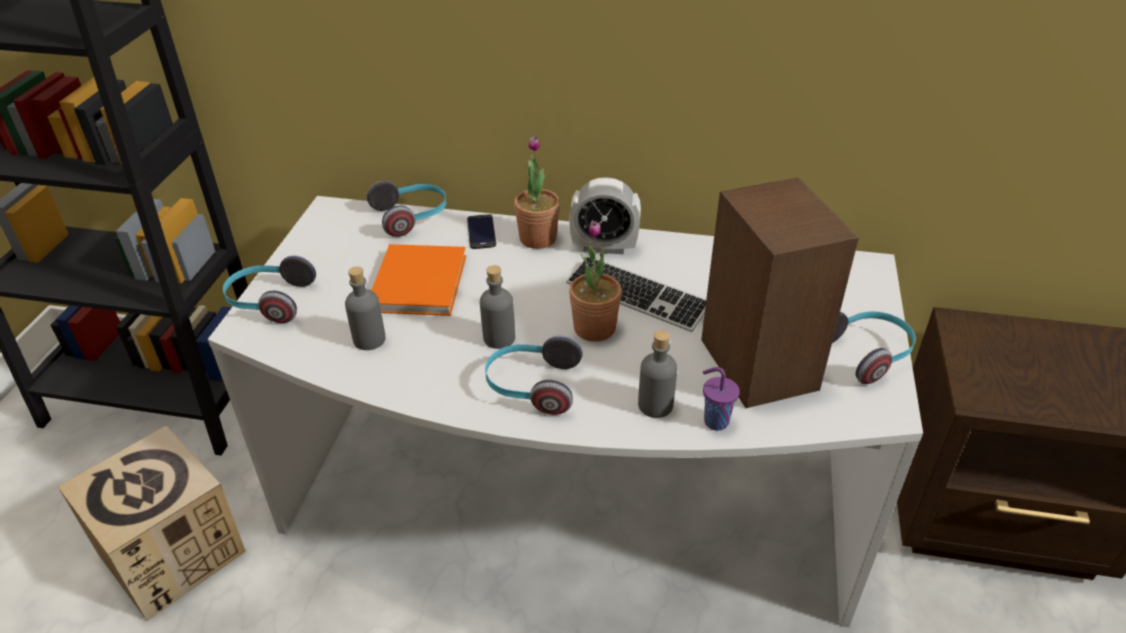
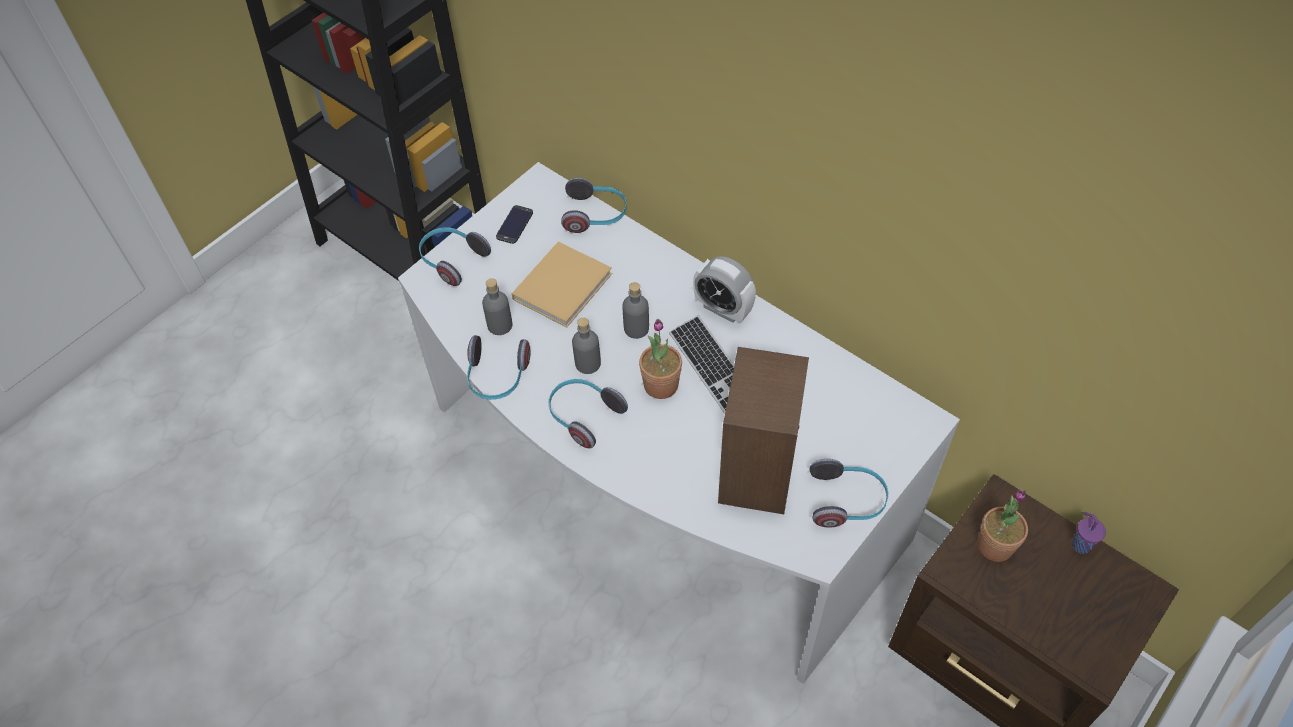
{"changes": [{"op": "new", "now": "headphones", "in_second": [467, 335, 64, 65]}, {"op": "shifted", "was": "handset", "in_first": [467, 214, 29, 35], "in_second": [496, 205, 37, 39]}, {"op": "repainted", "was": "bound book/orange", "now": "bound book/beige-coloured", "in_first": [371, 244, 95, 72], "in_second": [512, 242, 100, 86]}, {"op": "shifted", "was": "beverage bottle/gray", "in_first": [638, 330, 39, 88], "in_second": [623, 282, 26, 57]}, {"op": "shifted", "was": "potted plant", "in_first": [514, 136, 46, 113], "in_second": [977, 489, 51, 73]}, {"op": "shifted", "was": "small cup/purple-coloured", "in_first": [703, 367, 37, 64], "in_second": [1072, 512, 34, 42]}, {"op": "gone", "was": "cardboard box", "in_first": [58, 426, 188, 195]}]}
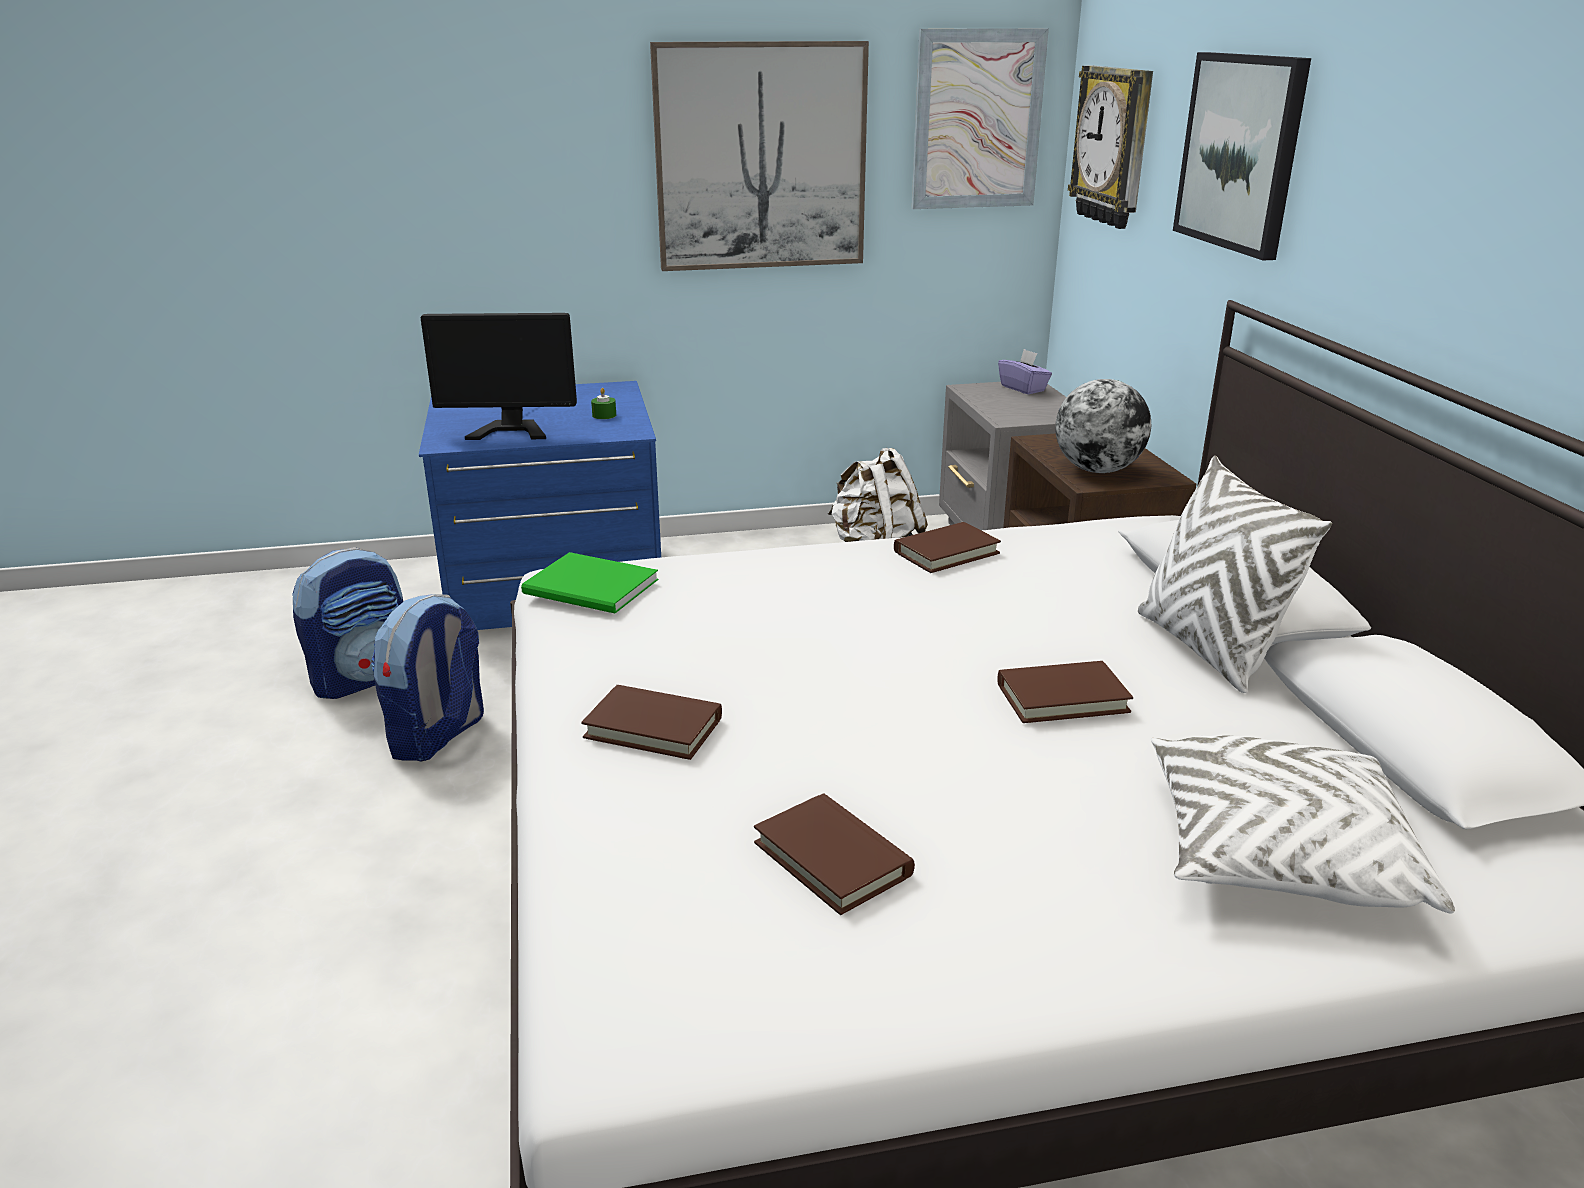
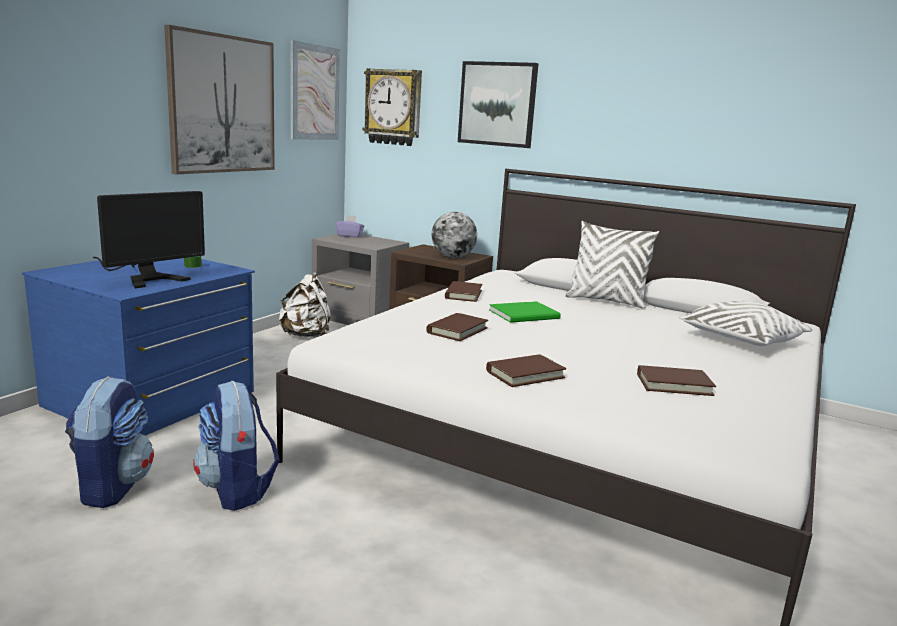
{"changes": [{"op": "shifted", "was": "bound book/brownish", "in_first": [998, 661, 135, 62], "in_second": [426, 313, 62, 28]}, {"op": "shifted", "was": "bound book/greenish", "in_first": [521, 552, 137, 61], "in_second": [489, 301, 72, 22]}]}
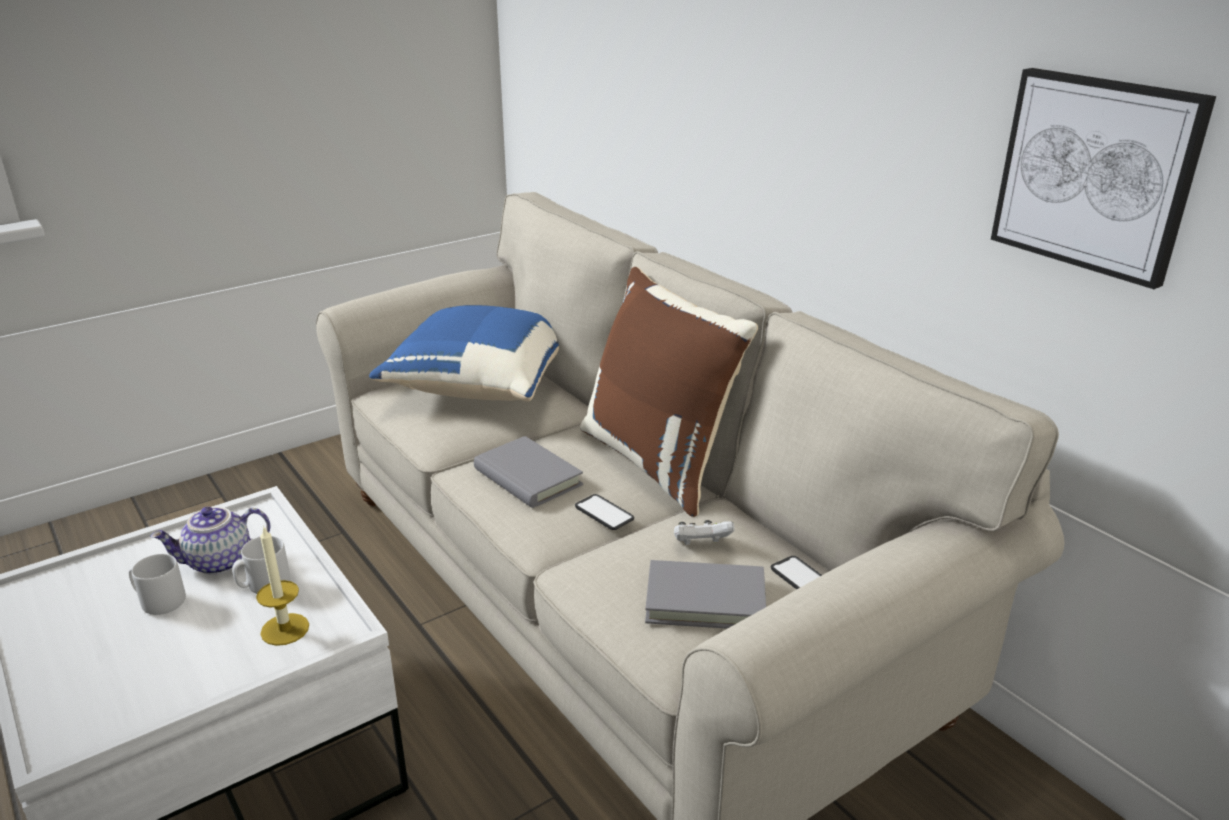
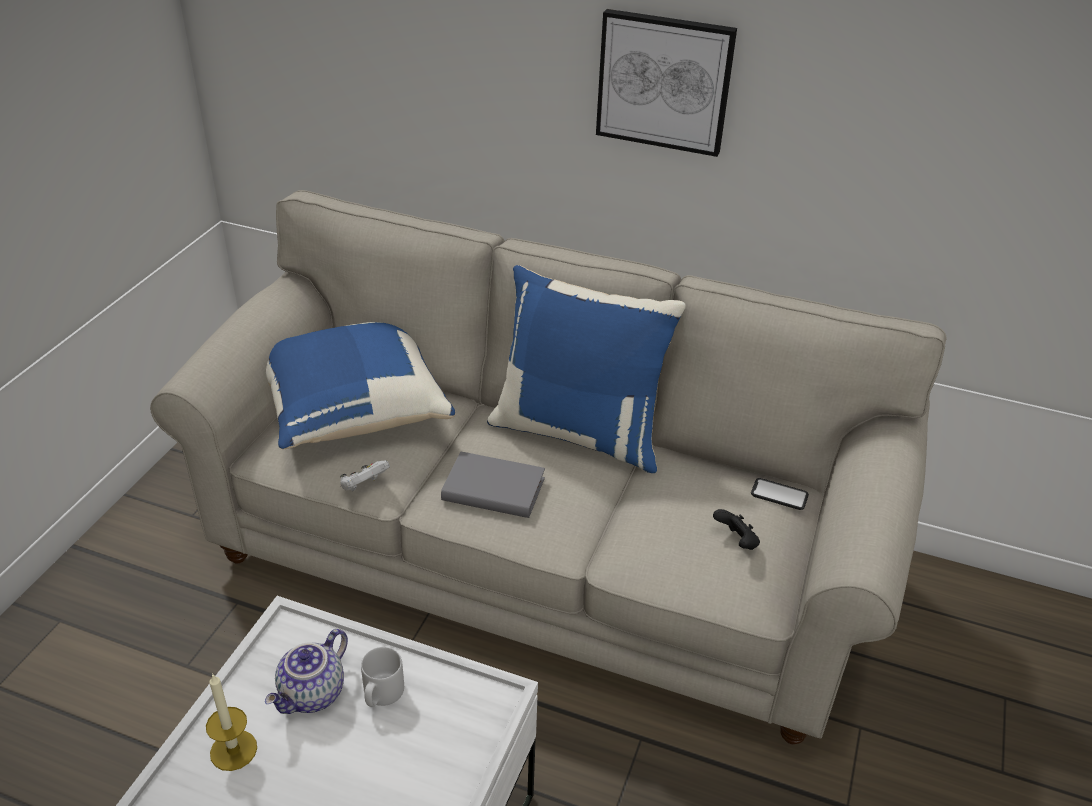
{"changes": [{"op": "shifted", "was": "wax light", "in_first": [256, 525, 53, 121], "in_second": [206, 673, 51, 98]}, {"op": "shifted", "was": "gamepad/whitish", "in_first": [674, 520, 61, 25], "in_second": [340, 460, 50, 32]}, {"op": "repainted", "was": "pillow/brownish", "now": "pillow/blue", "in_first": [580, 267, 178, 250], "in_second": [487, 265, 199, 208]}, {"op": "shifted", "was": "picture", "in_first": [991, 68, 225, 221], "in_second": [596, 9, 141, 148]}, {"op": "swapped", "was": "bound book/gray", "now": "gamepad/black", "in_first": [645, 560, 121, 69], "in_second": [713, 509, 47, 41]}, {"op": "gone", "was": "tea mug/gray", "in_first": [129, 554, 57, 61]}, {"op": "gone", "was": "handset", "in_first": [575, 494, 59, 36]}]}
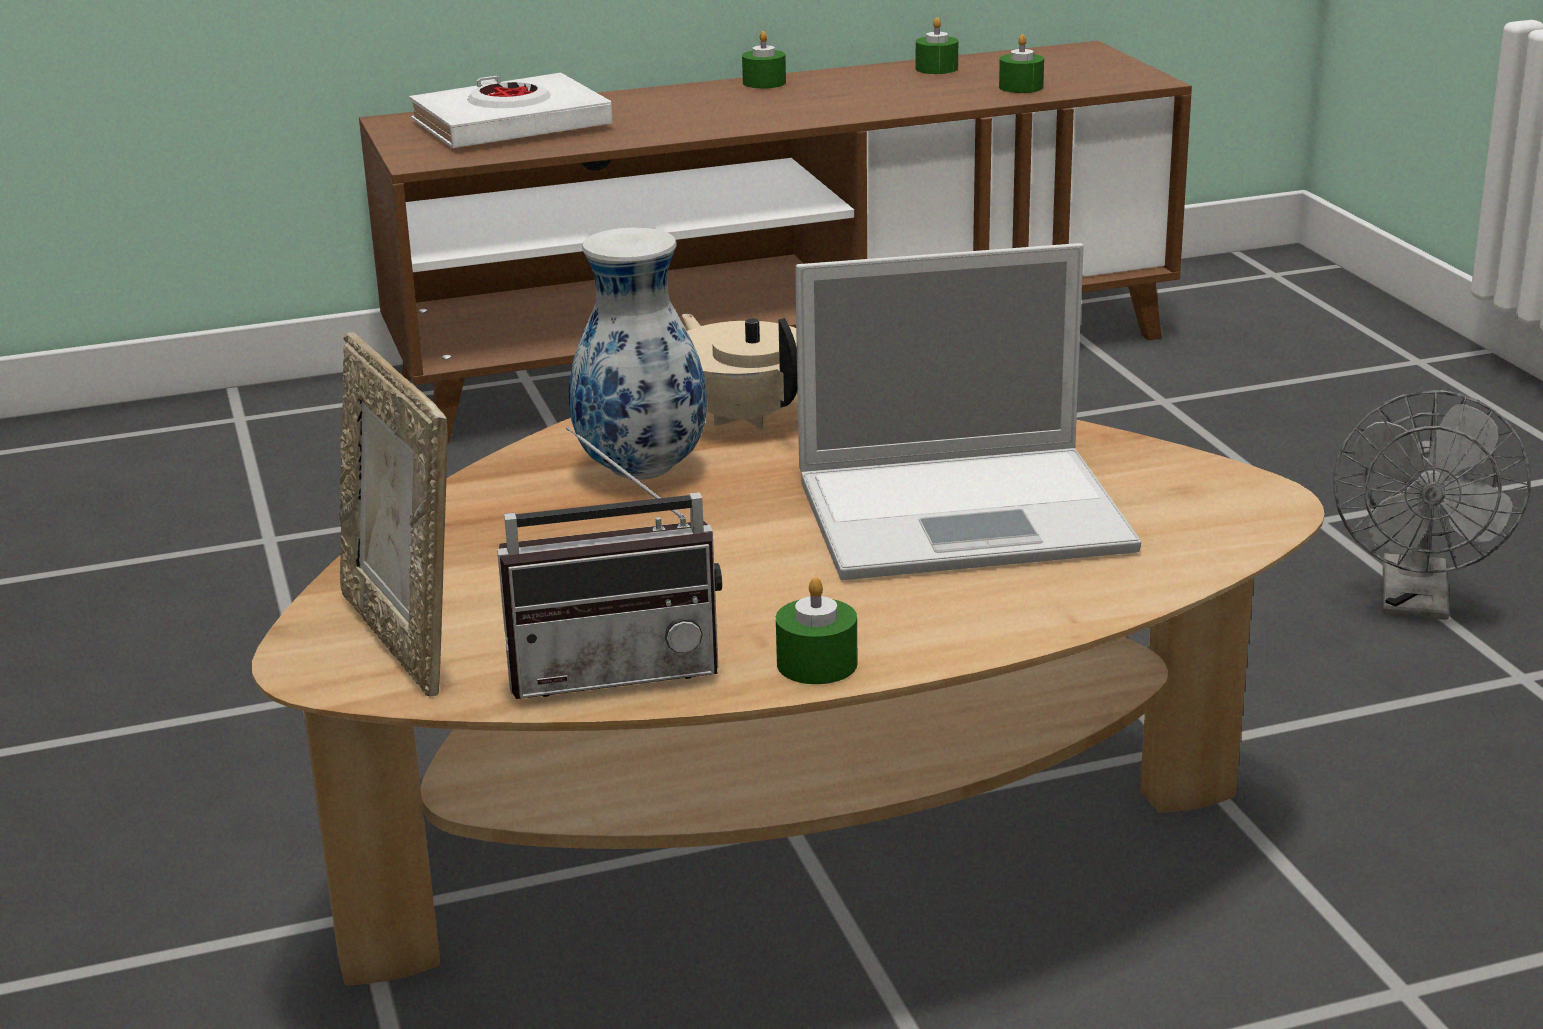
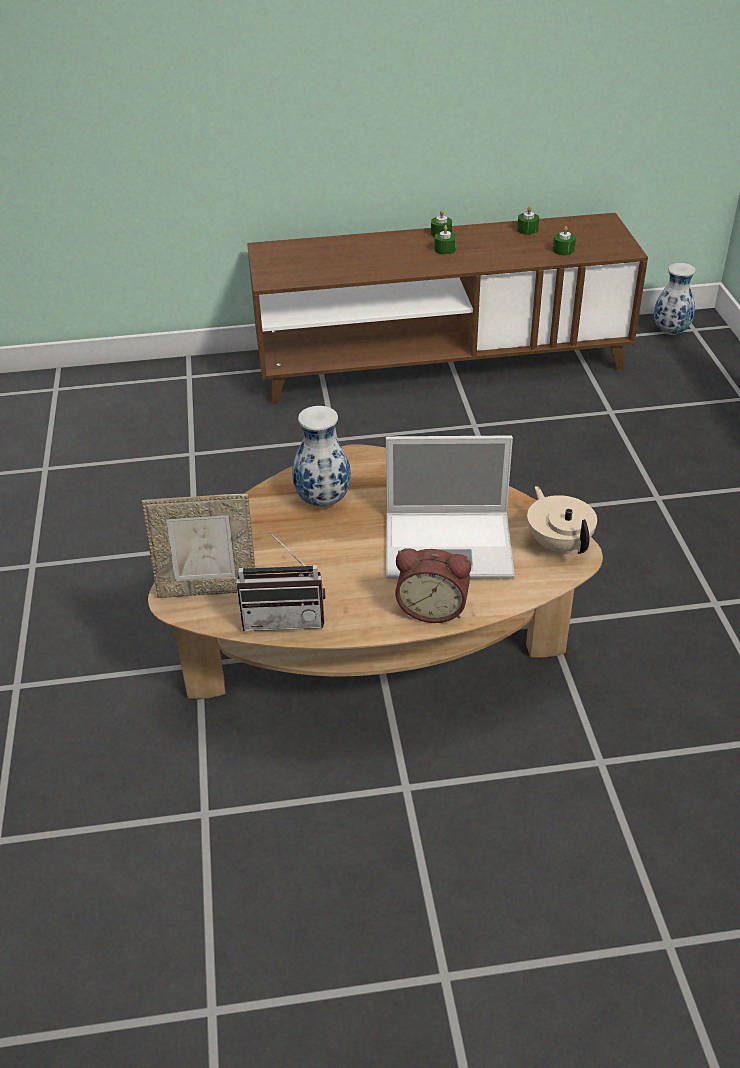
{"changes": [{"op": "rotated", "was": "photo frame", "in_first": [339, 332, 109, 364], "in_second": [142, 494, 114, 104], "clockwise": -75}, {"op": "new", "now": "alarm clock", "in_second": [395, 548, 76, 75]}, {"op": "shifted", "was": "wax light/greenish", "in_first": [776, 577, 82, 107], "in_second": [434, 225, 22, 30]}, {"op": "shifted", "was": "tea pot/beige-coloured", "in_first": [682, 314, 116, 115], "in_second": [527, 486, 70, 69]}, {"op": "new", "now": "vase", "in_second": [654, 263, 42, 72]}, {"op": "gone", "was": "bound book/whitish", "in_first": [409, 73, 204, 75]}, {"op": "gone", "was": "cooling fan/gray", "in_first": [1333, 390, 198, 230]}]}
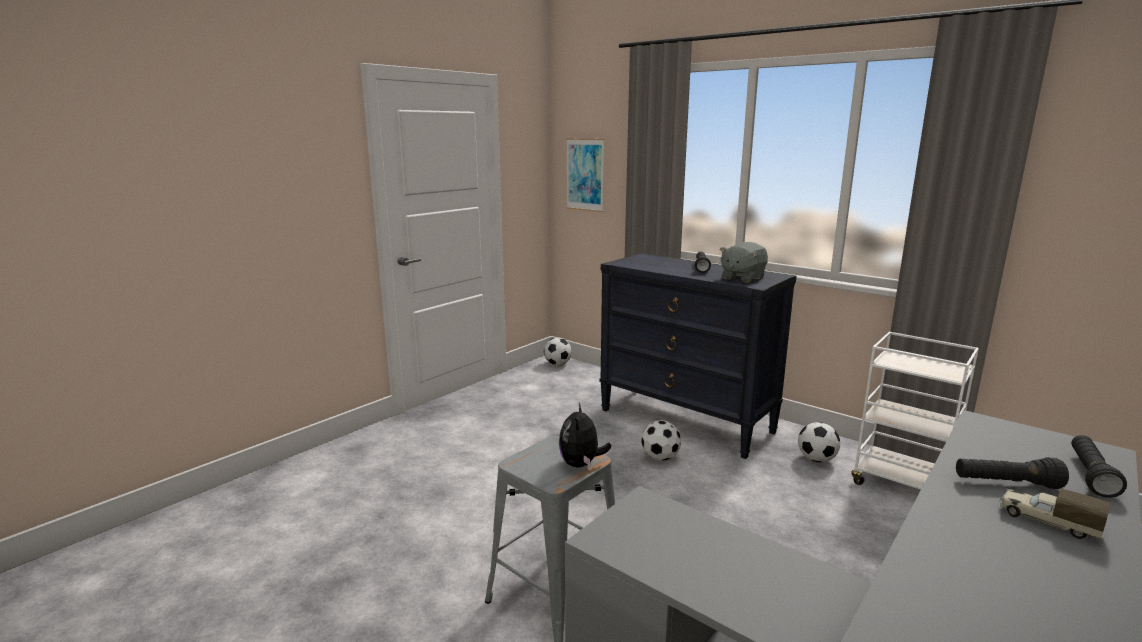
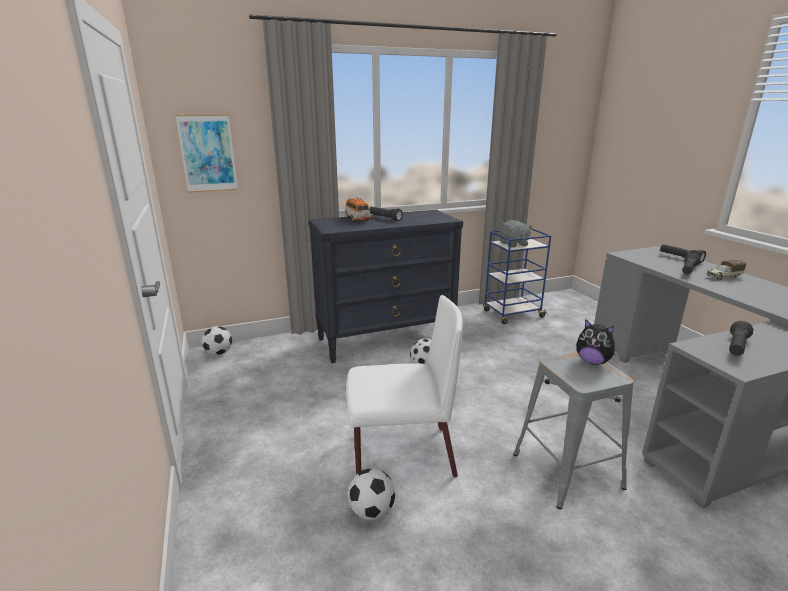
{"changes": [{"op": "new", "now": "miniature car", "in_second": [345, 197, 26, 25]}, {"op": "new", "now": "upright chair/whitish", "in_second": [346, 295, 117, 183]}, {"op": "shifted", "was": "football ball", "in_first": [798, 422, 42, 40], "in_second": [347, 468, 48, 52]}, {"op": "repainted", "was": "trolley/whitish", "now": "trolley/blue", "in_first": [851, 332, 128, 158], "in_second": [483, 228, 68, 96]}, {"op": "shifted", "was": "cuddly toy/gray", "in_first": [720, 242, 48, 41], "in_second": [499, 220, 33, 27]}, {"op": "new", "now": "hand torch/black", "in_second": [729, 321, 24, 35]}]}
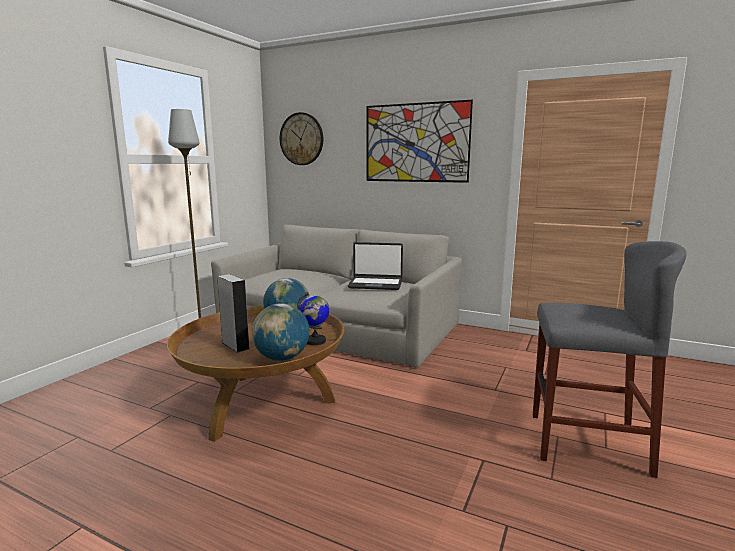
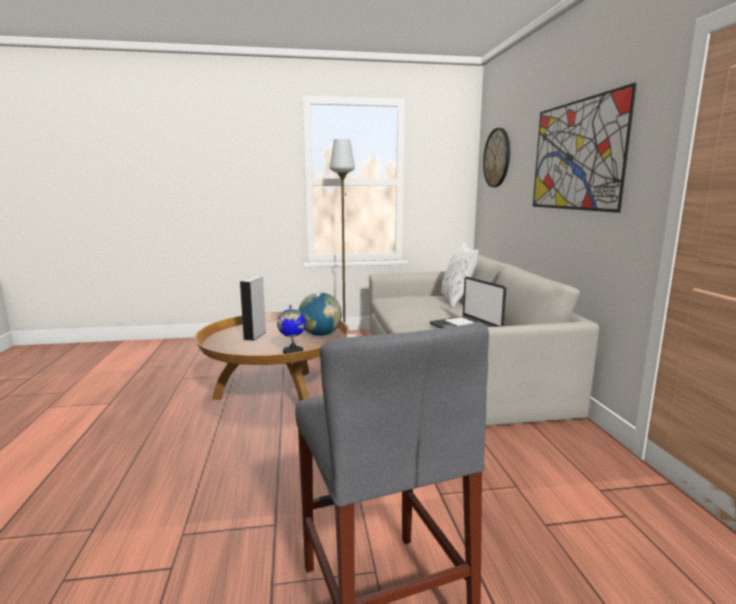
{"changes": [{"op": "new", "now": "pillow/whitish", "in_second": [441, 243, 37, 65]}, {"op": "gone", "was": "globe", "in_first": [252, 303, 58, 58]}]}
